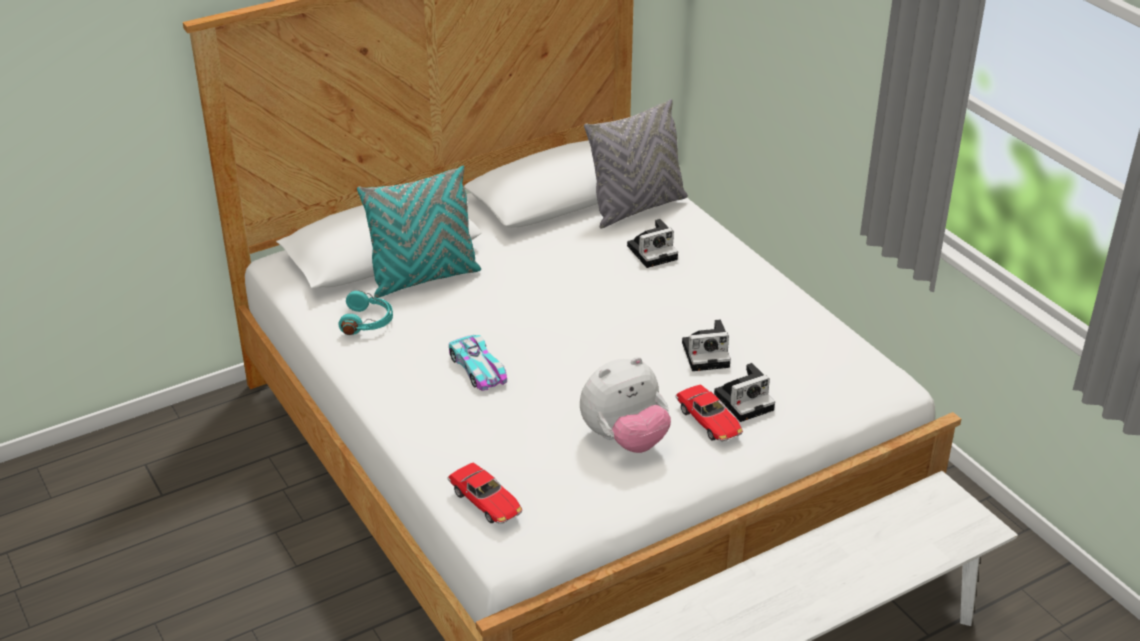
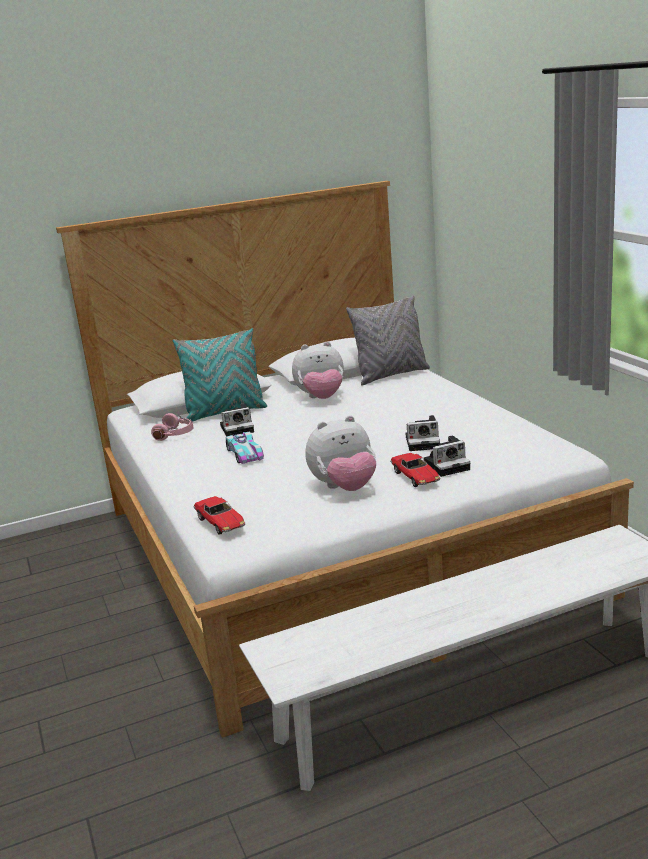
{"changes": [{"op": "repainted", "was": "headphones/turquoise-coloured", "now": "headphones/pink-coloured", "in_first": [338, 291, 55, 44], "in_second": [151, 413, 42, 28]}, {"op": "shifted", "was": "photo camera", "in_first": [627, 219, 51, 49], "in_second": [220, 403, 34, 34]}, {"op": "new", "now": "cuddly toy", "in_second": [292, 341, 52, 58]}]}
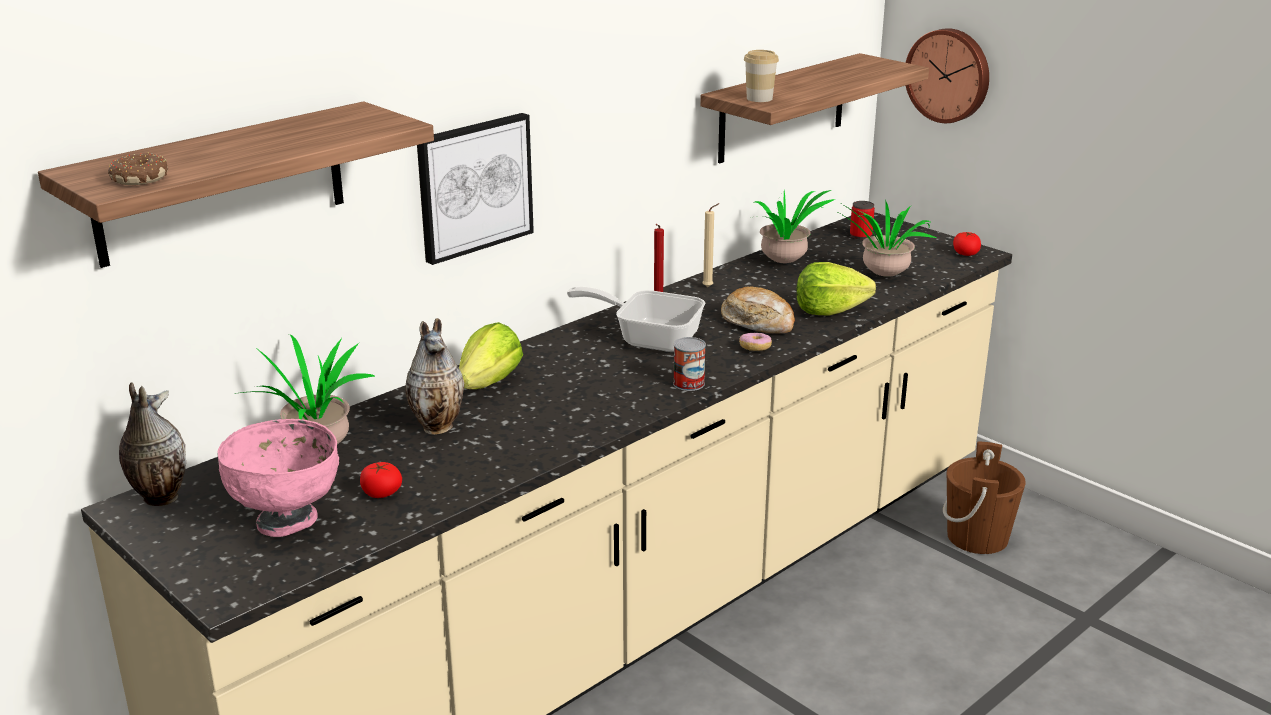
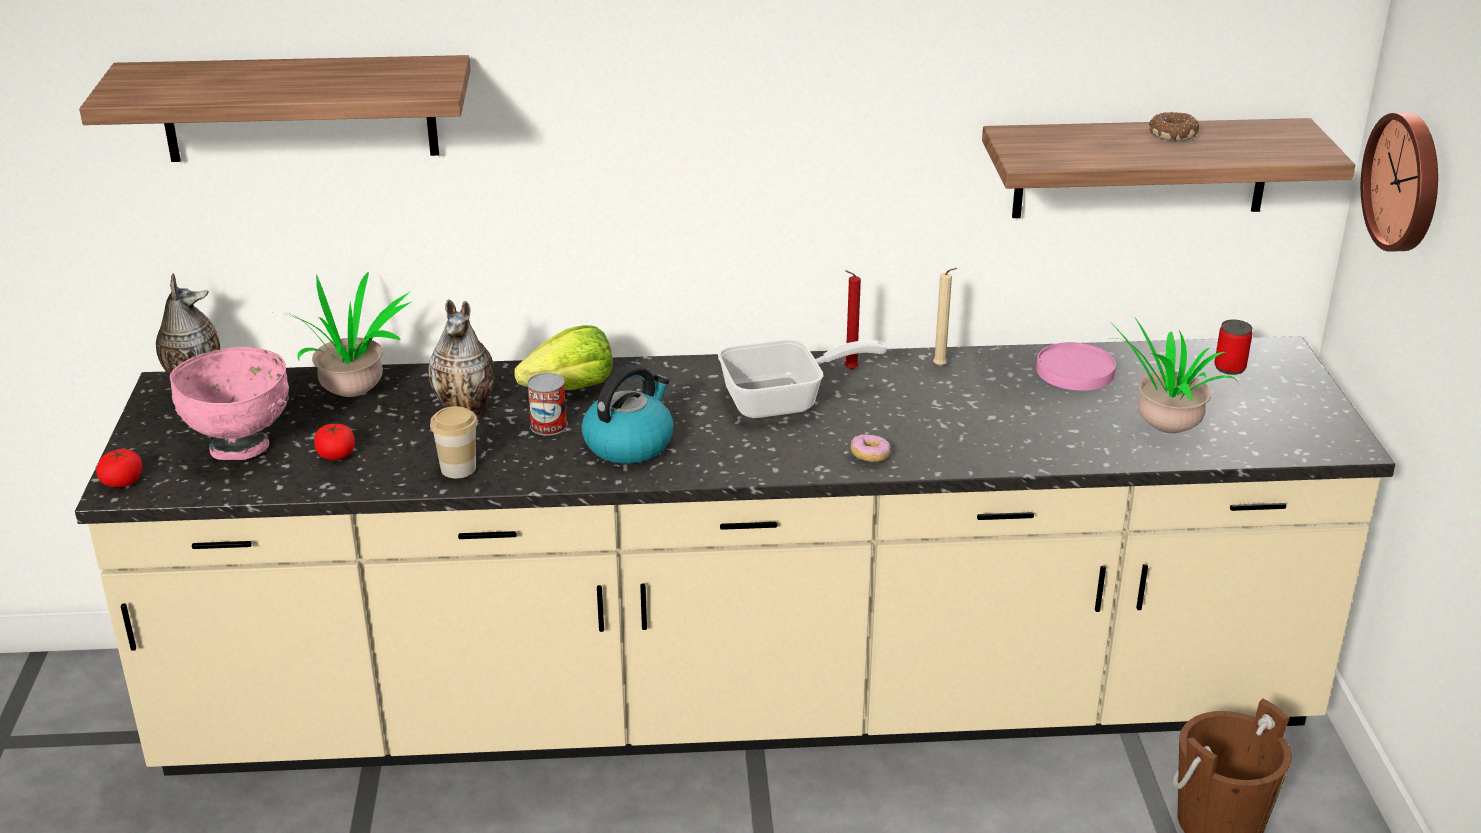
{"changes": [{"op": "shifted", "was": "tomato", "in_first": [953, 231, 28, 25], "in_second": [96, 449, 46, 38]}, {"op": "shifted", "was": "small cup", "in_first": [744, 50, 35, 52], "in_second": [430, 406, 48, 72]}, {"op": "shifted", "was": "sealed can", "in_first": [673, 337, 33, 54], "in_second": [527, 373, 40, 63]}, {"op": "new", "now": "water kettle", "in_second": [581, 365, 93, 99]}, {"op": "rotated", "was": "pan", "in_first": [567, 287, 138, 65], "in_second": [718, 339, 170, 79], "clockwise": 105}, {"op": "swapped", "was": "potted plant", "now": "plate/pink-coloured", "in_first": [753, 190, 82, 73], "in_second": [1036, 342, 80, 49]}, {"op": "shifted", "was": "ring doughnut", "in_first": [108, 153, 60, 32], "in_second": [1149, 112, 51, 29]}, {"op": "gone", "was": "picture", "in_first": [417, 113, 117, 152]}, {"op": "gone", "was": "baked bread", "in_first": [721, 286, 74, 47]}, {"op": "gone", "was": "lettuce", "in_first": [796, 262, 80, 54]}]}
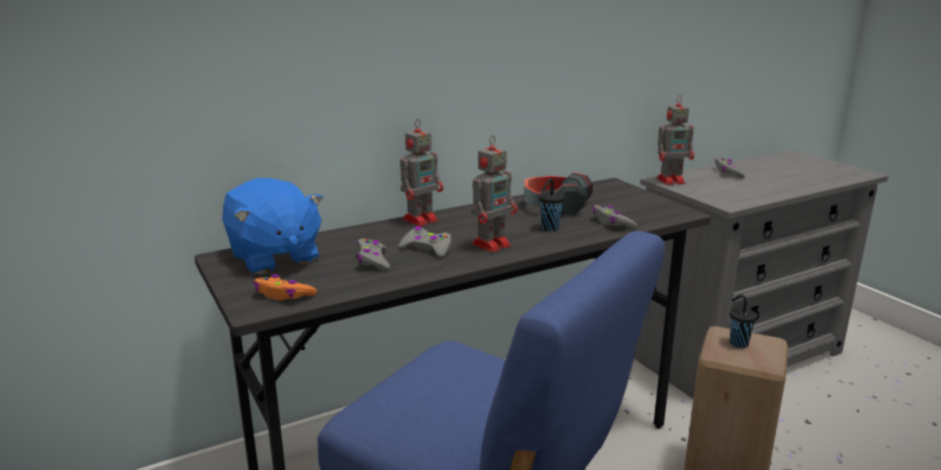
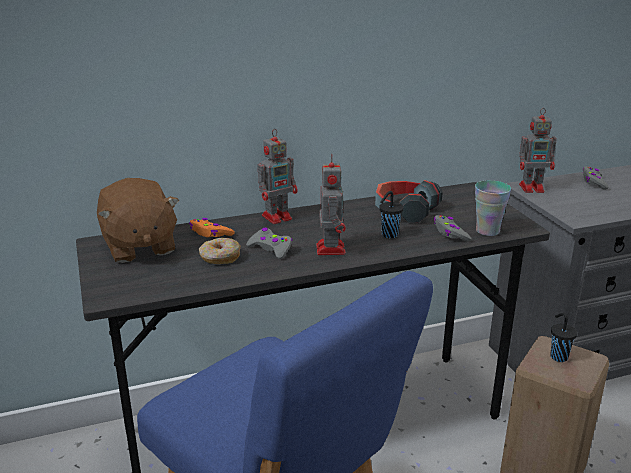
{"changes": [{"op": "repainted", "was": "cuddly toy/blue", "now": "cuddly toy/brownish", "in_first": [222, 178, 102, 96], "in_second": [97, 178, 82, 85]}, {"op": "shifted", "was": "gamepad/orange", "in_first": [253, 274, 64, 26], "in_second": [189, 218, 46, 19]}, {"op": "swapped", "was": "gamepad/gray", "now": "ring doughnut", "in_first": [357, 239, 33, 32], "in_second": [199, 238, 42, 26]}, {"op": "rotated", "was": "toy robot", "in_first": [471, 135, 46, 118], "in_second": [316, 154, 30, 101], "clockwise": -60}, {"op": "new", "now": "small cup", "in_second": [475, 180, 36, 56]}]}
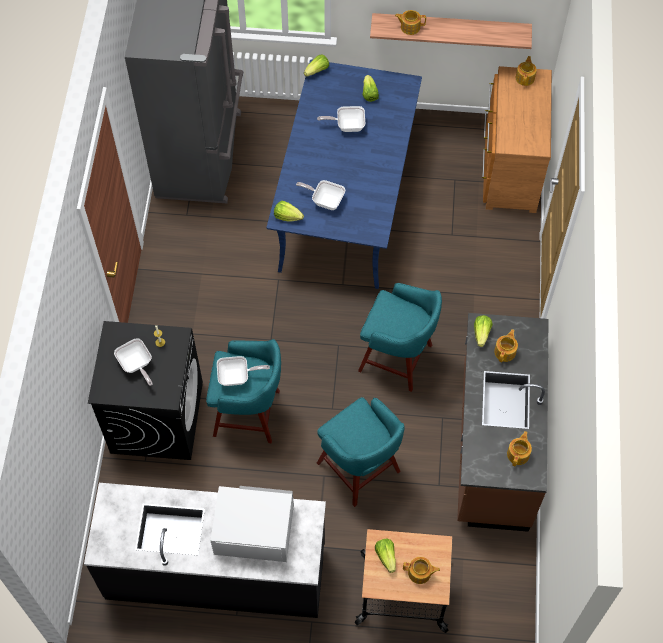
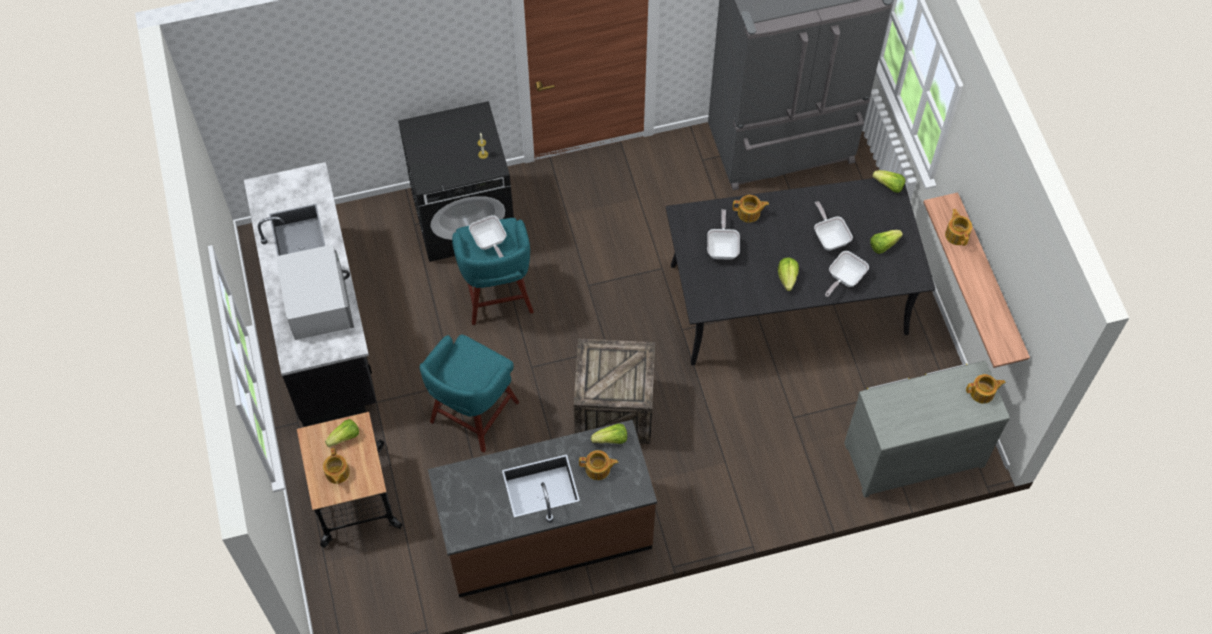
{"changes": [{"op": "swapped", "was": "stool/turquoise-coloured", "now": "shipping crate", "in_first": [358, 283, 84, 109], "in_second": [574, 339, 81, 105]}, {"op": "repainted", "was": "dinner table/blue", "now": "dinner table/black", "in_first": [266, 59, 156, 230], "in_second": [666, 174, 269, 191]}, {"op": "shifted", "was": "tea pot", "in_first": [507, 431, 25, 36], "in_second": [733, 195, 36, 28]}, {"op": "shifted", "was": "lettuce", "in_first": [274, 201, 30, 20], "in_second": [778, 257, 21, 34]}, {"op": "shifted", "was": "pan", "in_first": [114, 338, 39, 48], "in_second": [825, 251, 44, 46]}, {"op": "repainted", "was": "drawer chest/brownish", "now": "drawer chest/gray", "in_first": [482, 66, 70, 147], "in_second": [844, 361, 166, 137]}]}
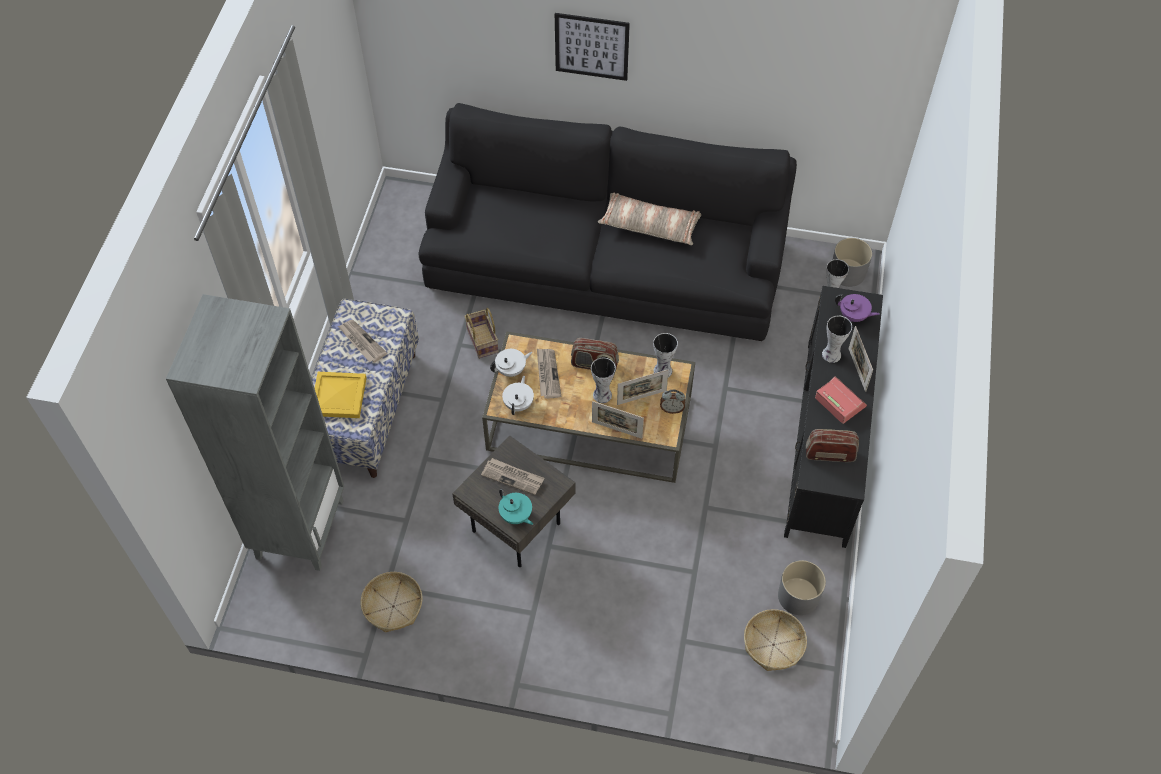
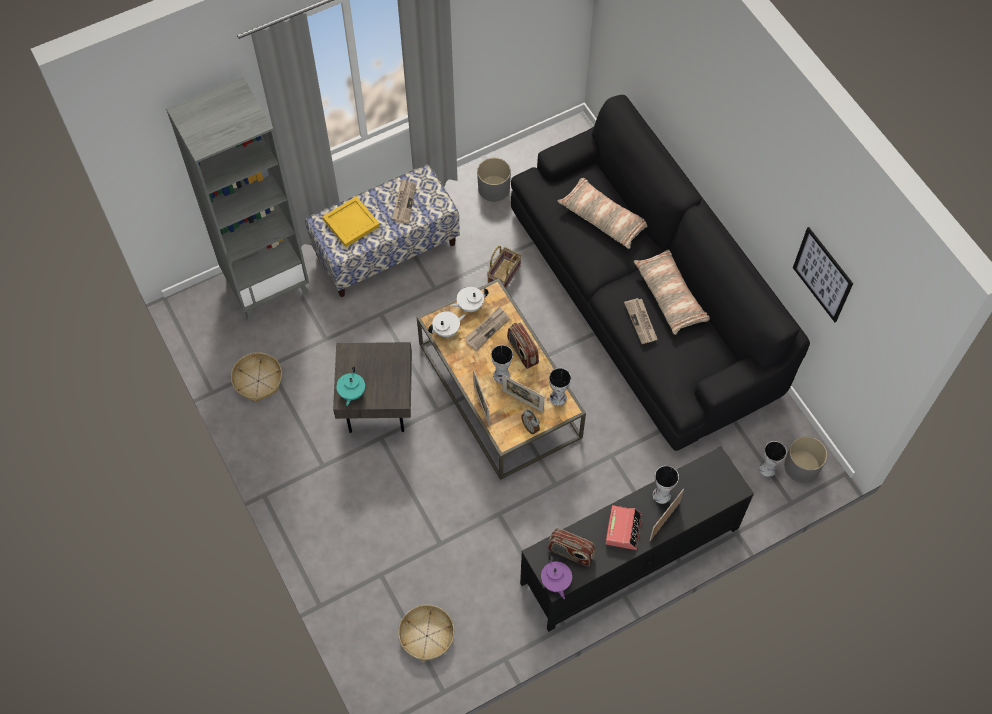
{"changes": [{"op": "rotated", "was": "tea pot/whitish", "in_first": [490, 349, 42, 28], "in_second": [450, 287, 38, 25], "clockwise": 135}, {"op": "shifted", "was": "plant pot/gray", "in_first": [778, 560, 48, 55], "in_second": [477, 158, 34, 44]}, {"op": "shifted", "was": "tea pot/purple-coloured", "in_first": [835, 294, 45, 28], "in_second": [541, 555, 31, 44]}, {"op": "rotated", "was": "radio receiver", "in_first": [806, 429, 53, 33], "in_second": [547, 528, 48, 39], "clockwise": 150}, {"op": "new", "now": "pillow", "in_second": [558, 178, 89, 71]}, {"op": "shifted", "was": "newspaper", "in_first": [481, 458, 63, 37], "in_second": [624, 298, 34, 46]}, {"op": "shifted", "was": "picture", "in_first": [555, 13, 75, 68], "in_second": [793, 227, 60, 95]}]}
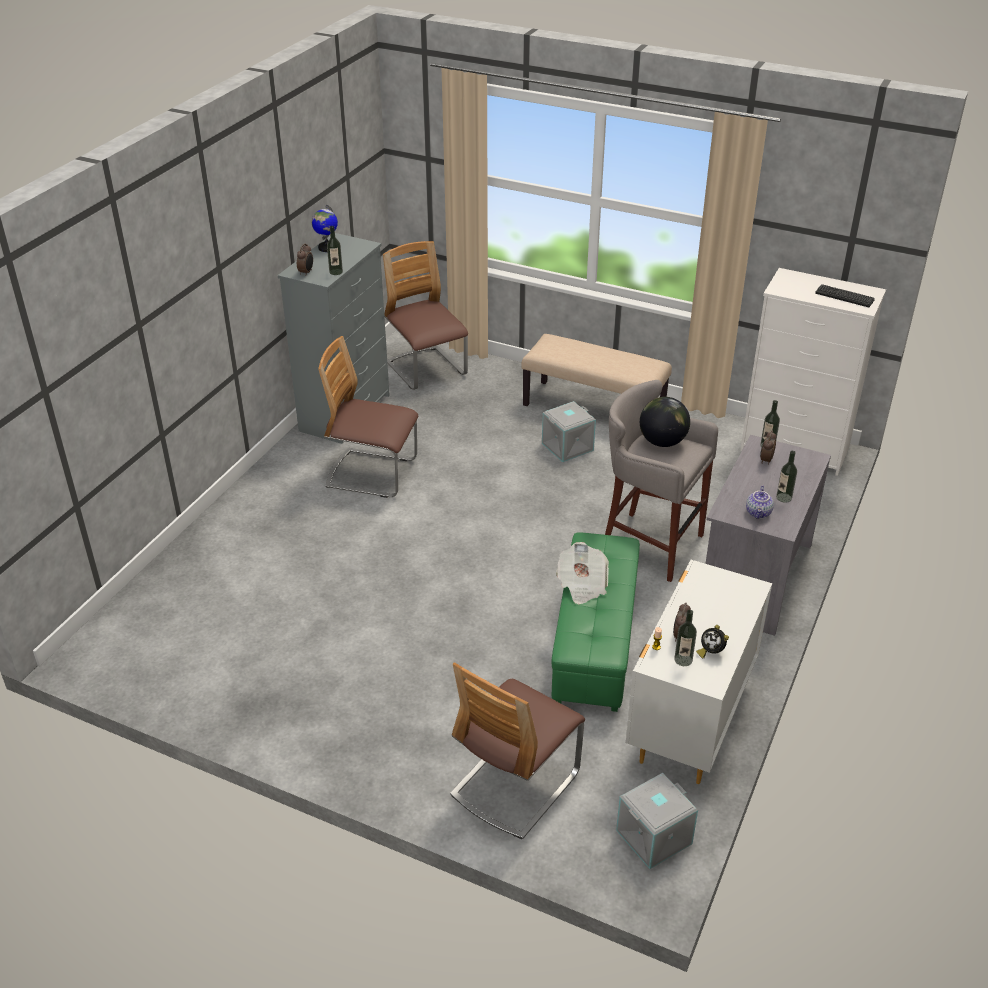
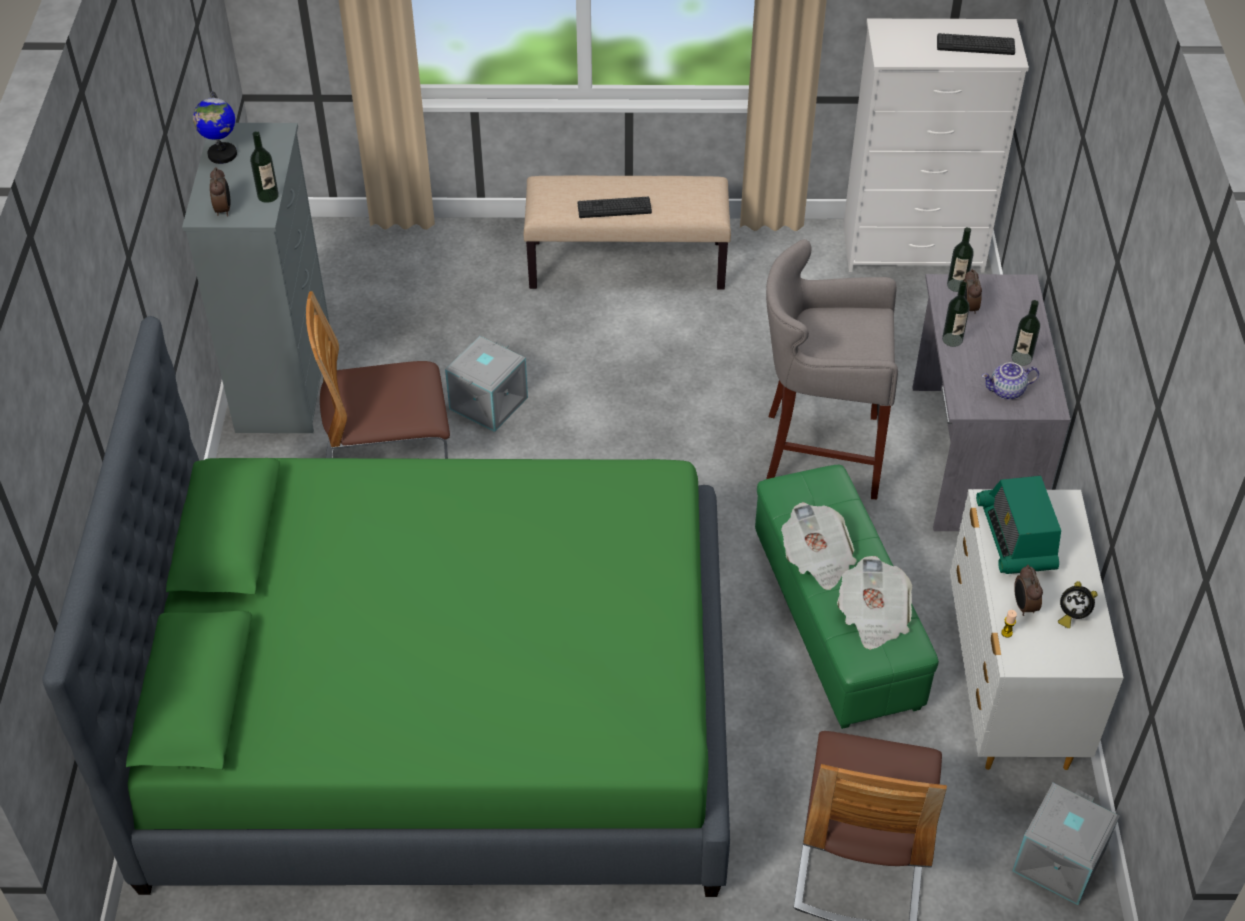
{"changes": [{"op": "new", "now": "bed/greenish", "in_second": [42, 316, 688, 581]}, {"op": "shifted", "was": "storage box/gray", "in_first": [542, 401, 54, 61], "in_second": [445, 336, 83, 96]}, {"op": "new", "now": "computer keyboard", "in_second": [578, 197, 74, 21]}, {"op": "new", "now": "newspaper", "in_second": [837, 556, 75, 94]}, {"op": "shifted", "was": "beverage bottle", "in_first": [674, 610, 23, 56], "in_second": [942, 281, 28, 66]}, {"op": "new", "now": "radio receiver", "in_second": [976, 476, 85, 98]}, {"op": "rotated", "was": "tea pot", "in_first": [746, 485, 28, 34], "in_second": [982, 362, 57, 38], "clockwise": 90}, {"op": "gone", "was": "upright chair", "in_first": [383, 241, 85, 149]}, {"op": "gone", "was": "globe", "in_first": [640, 397, 50, 50]}]}
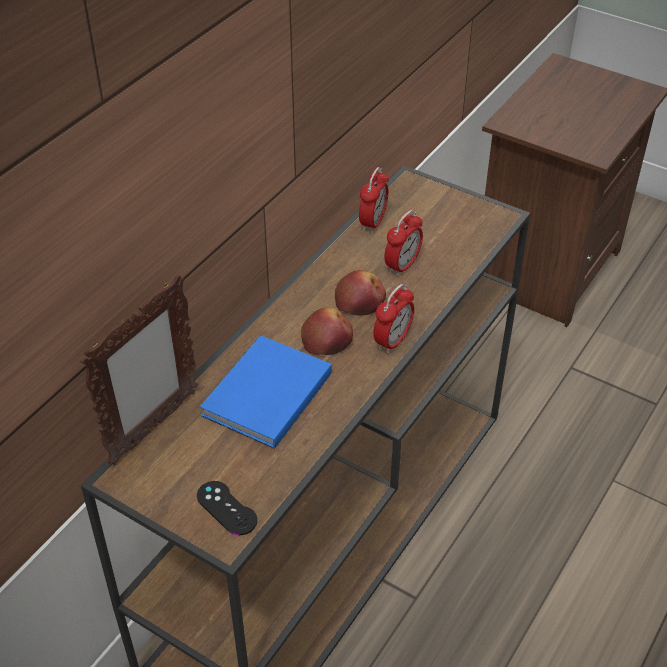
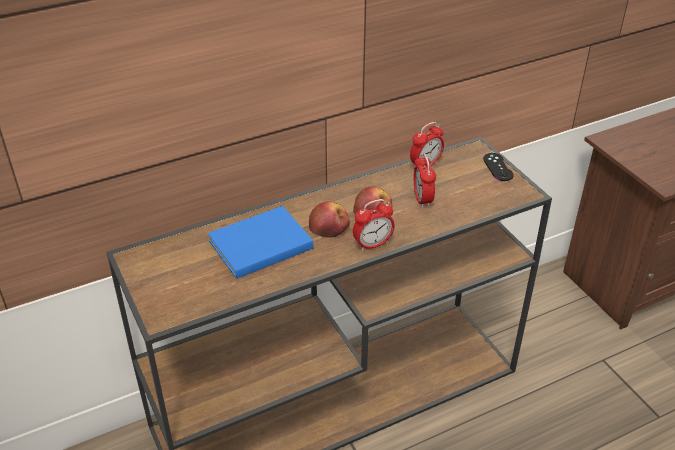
{"changes": [{"op": "rotated", "was": "alarm clock", "in_first": [384, 210, 39, 67], "in_second": [414, 154, 22, 54], "clockwise": 105}, {"op": "shifted", "was": "gamepad/black", "in_first": [197, 481, 60, 54], "in_second": [483, 153, 31, 28]}, {"op": "gone", "was": "photo frame", "in_first": [80, 274, 118, 191]}]}
